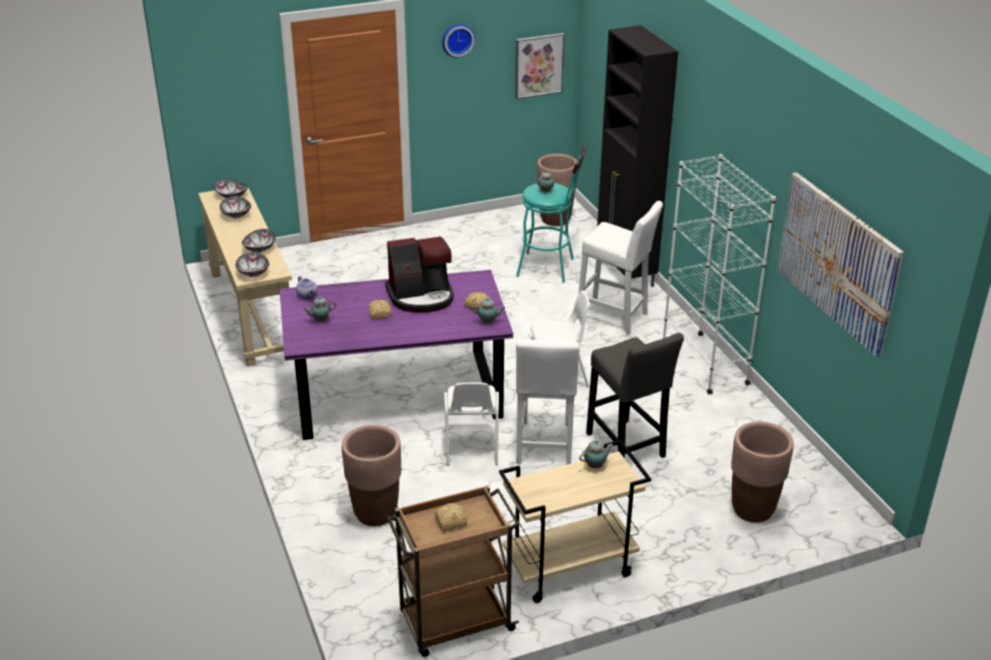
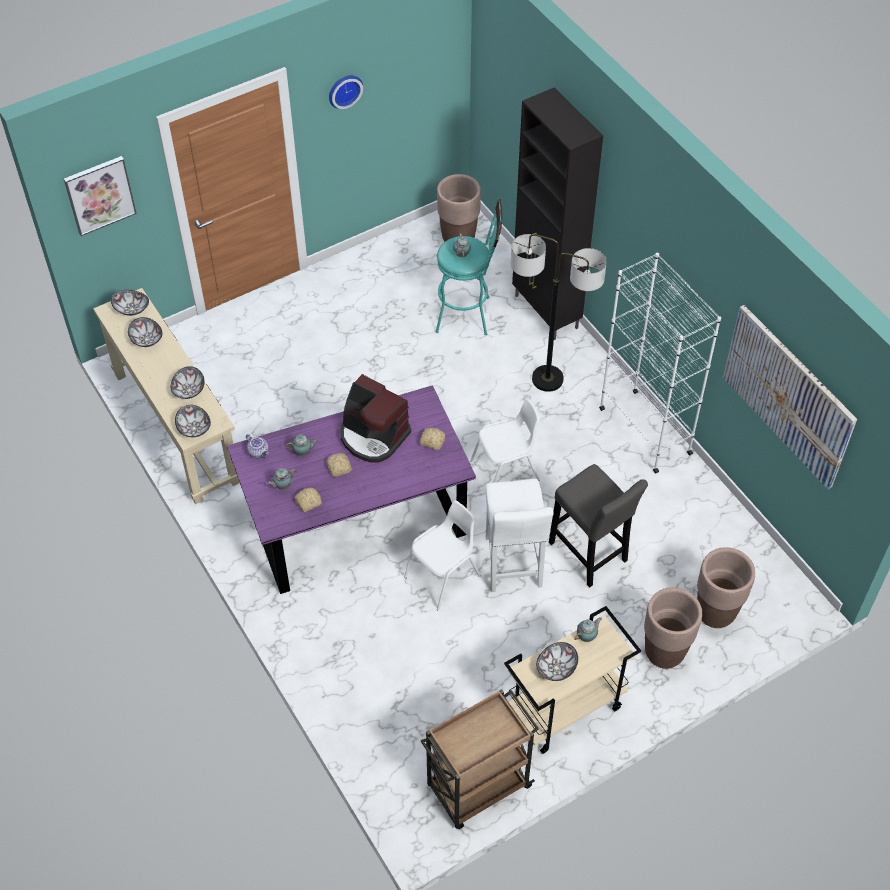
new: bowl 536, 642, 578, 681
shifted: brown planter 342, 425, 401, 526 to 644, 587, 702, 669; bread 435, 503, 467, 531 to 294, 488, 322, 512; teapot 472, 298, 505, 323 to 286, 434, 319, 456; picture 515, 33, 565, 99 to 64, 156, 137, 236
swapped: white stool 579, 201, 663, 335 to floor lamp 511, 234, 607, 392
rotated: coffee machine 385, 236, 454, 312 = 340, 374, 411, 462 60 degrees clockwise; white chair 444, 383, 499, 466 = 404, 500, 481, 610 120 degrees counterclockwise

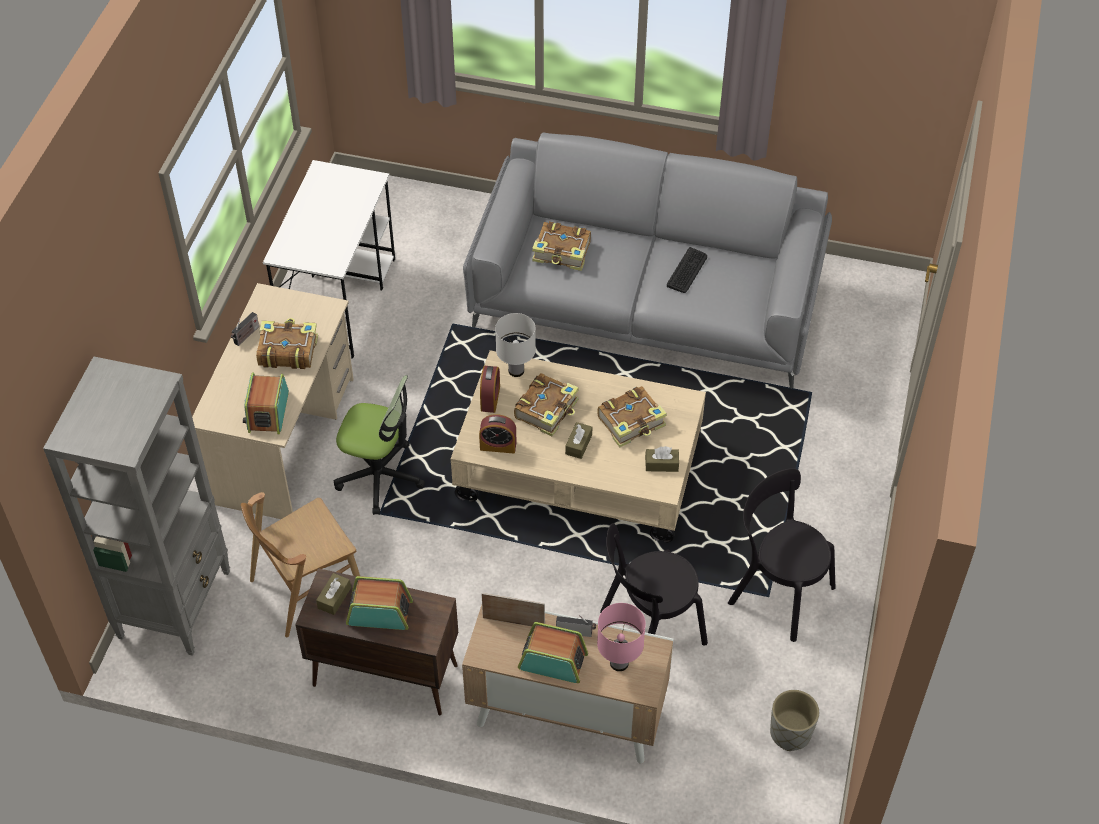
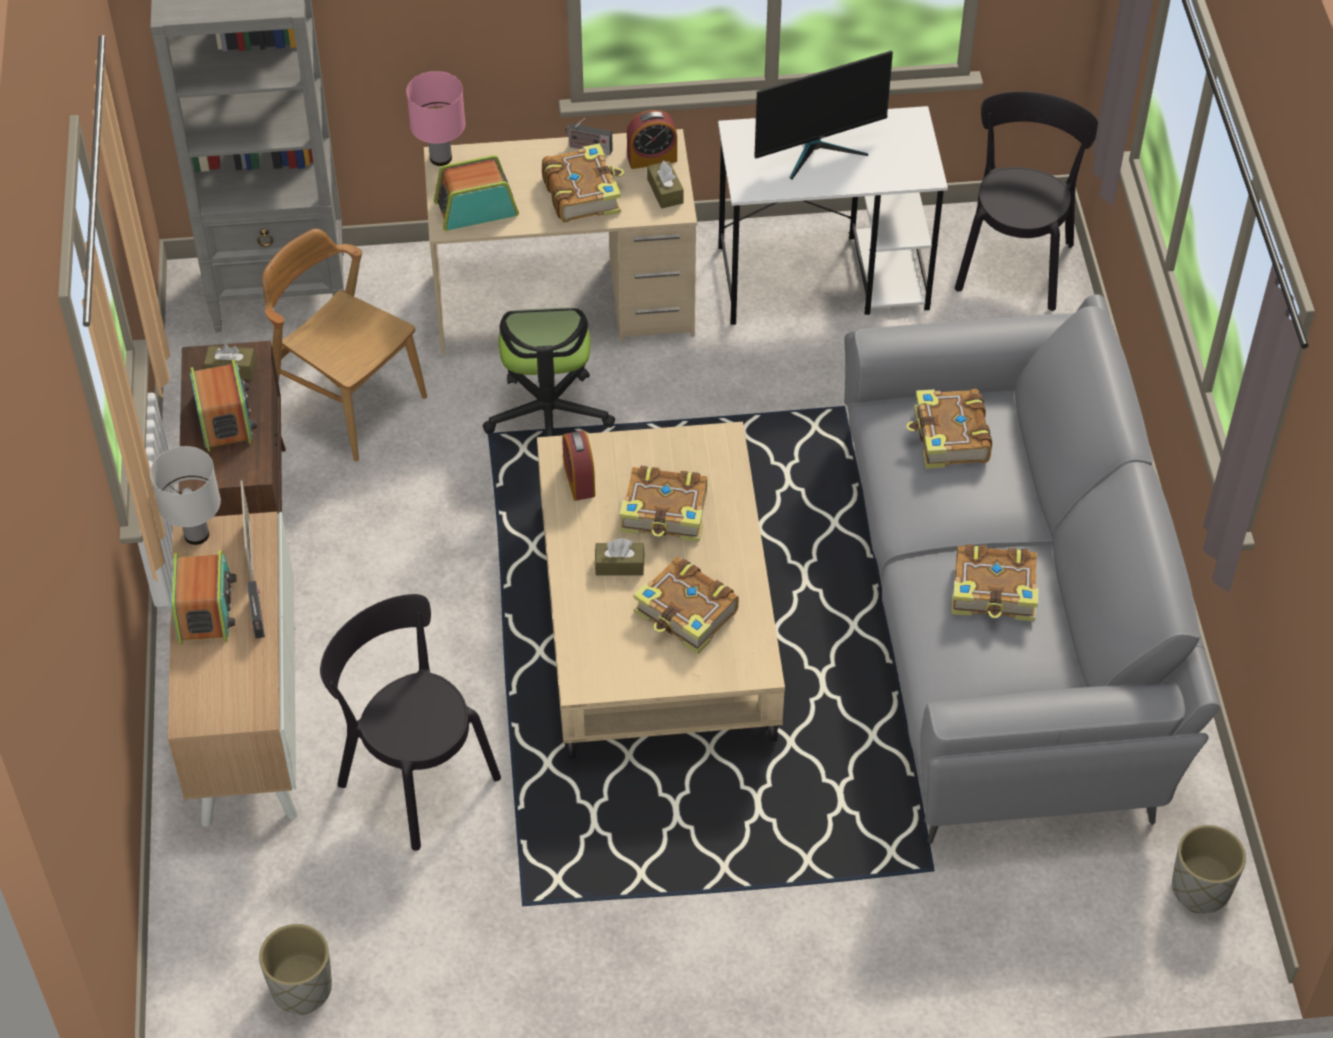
new: monitor 754, 51, 893, 180; grey planter 1172, 825, 1246, 913
shifted: alarm clock 480, 366, 500, 413 to 627, 110, 677, 169; white table lamp 495, 313, 536, 377 to 150, 446, 221, 545; pink table lamp 597, 603, 646, 671 to 406, 71, 465, 166; brown tissue box 645, 446, 679, 472 to 647, 160, 684, 209; black chair 728, 468, 835, 642 to 955, 91, 1099, 311
swapped: keyboard 667, 247, 707, 293 to book 951, 544, 1038, 621

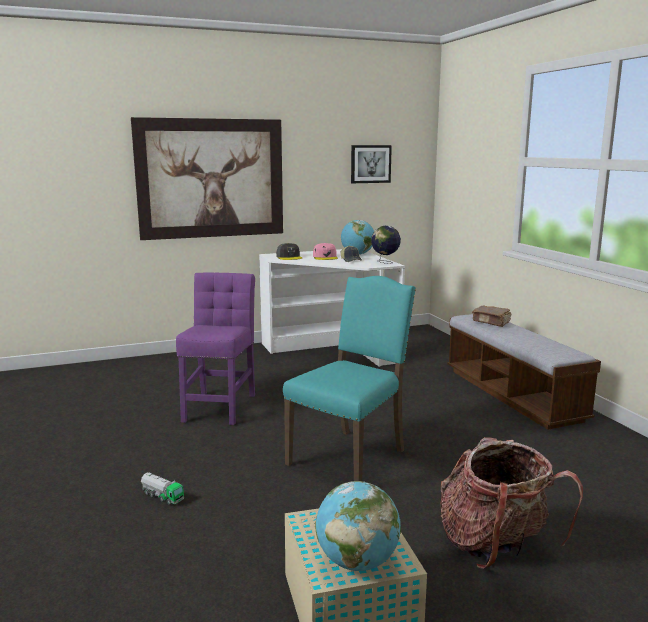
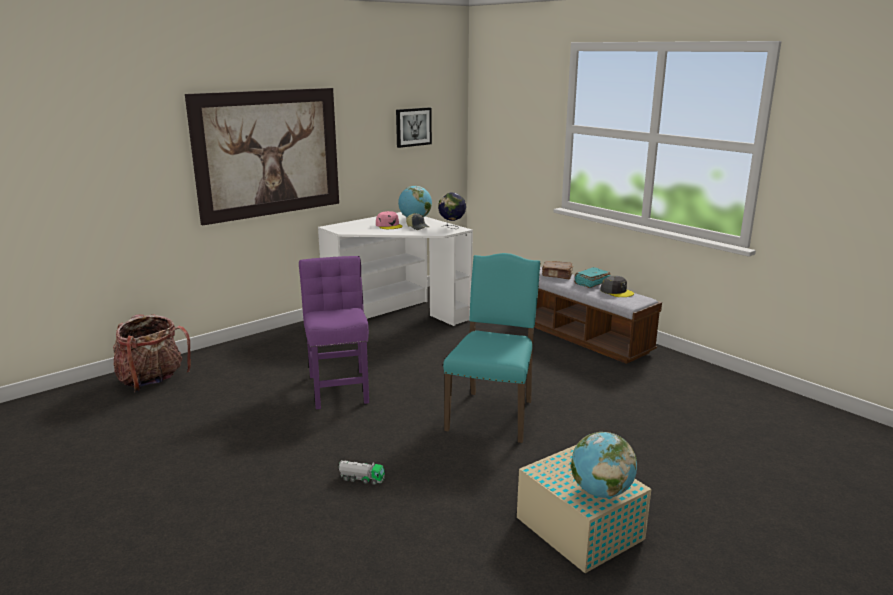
new: turquoise book 574, 267, 611, 288
shifted: grey cap 276, 243, 302, 260 to 600, 276, 634, 297; backpack 441, 437, 583, 569 to 113, 314, 191, 392

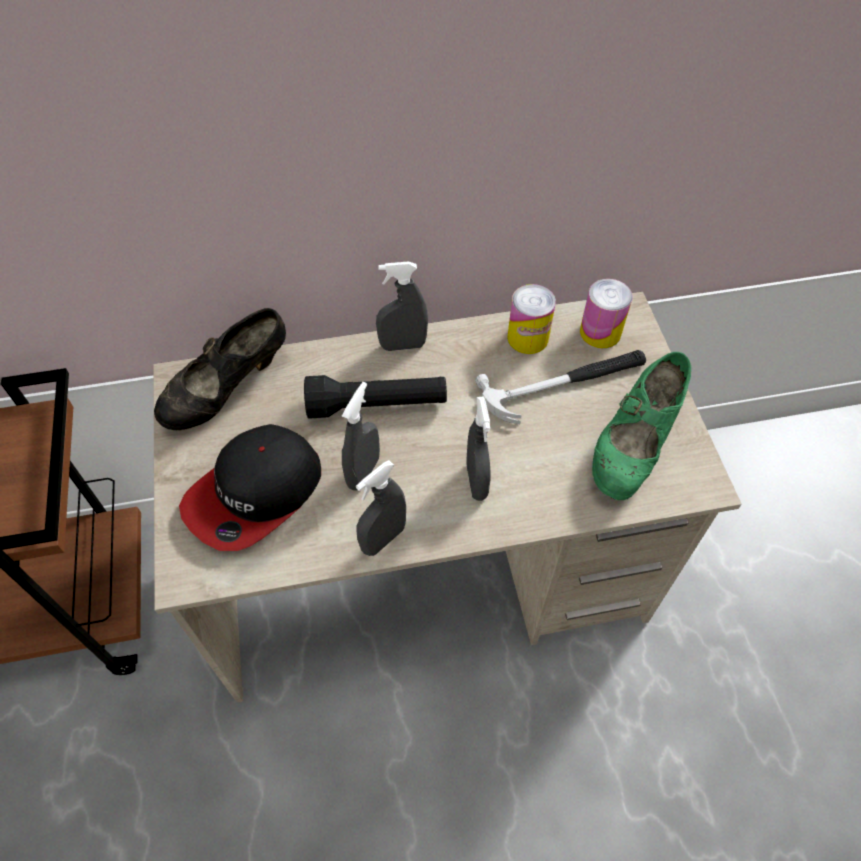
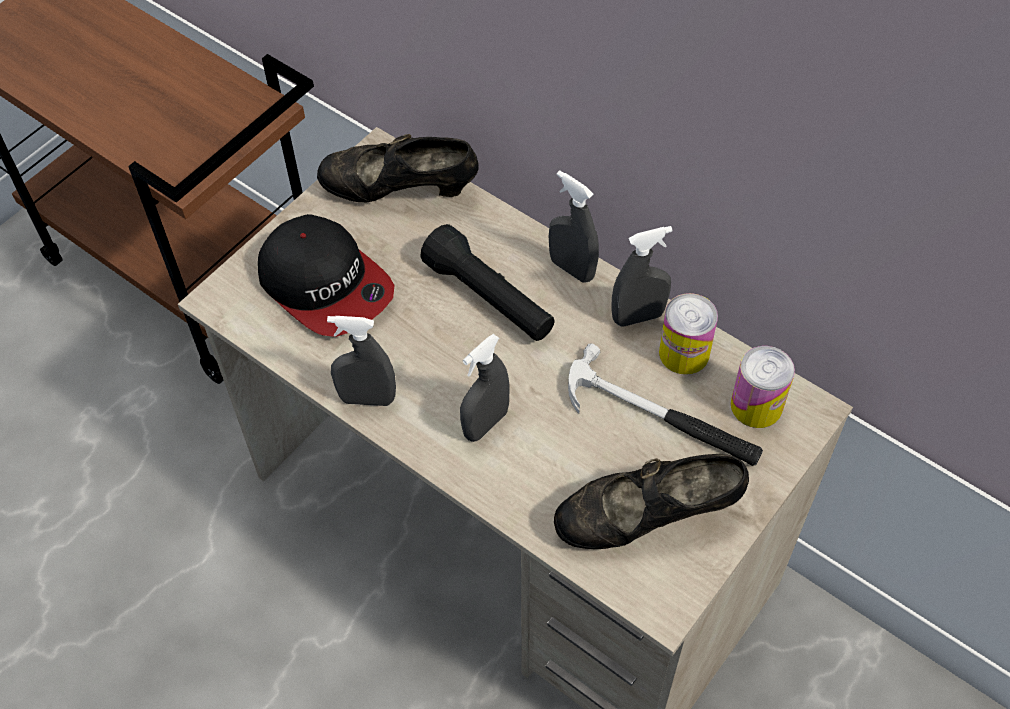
shifted: grey spray bottle 342, 382, 380, 491 to 612, 226, 673, 327
repainted: green shoe 592, 352, 691, 500 to black shoe 554, 454, 749, 549
rotated: cap 179, 424, 321, 551 = 258, 214, 395, 337 135 degrees counterclockwise

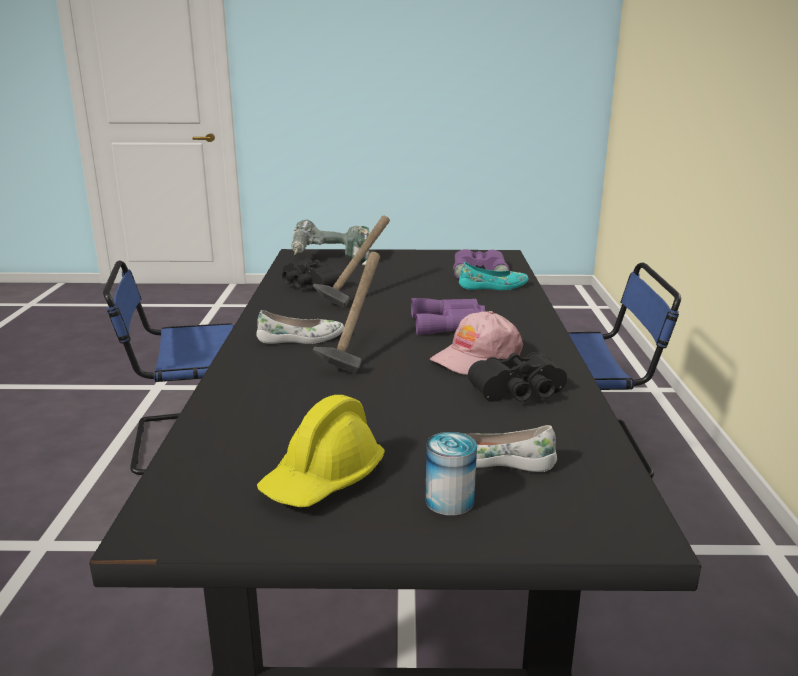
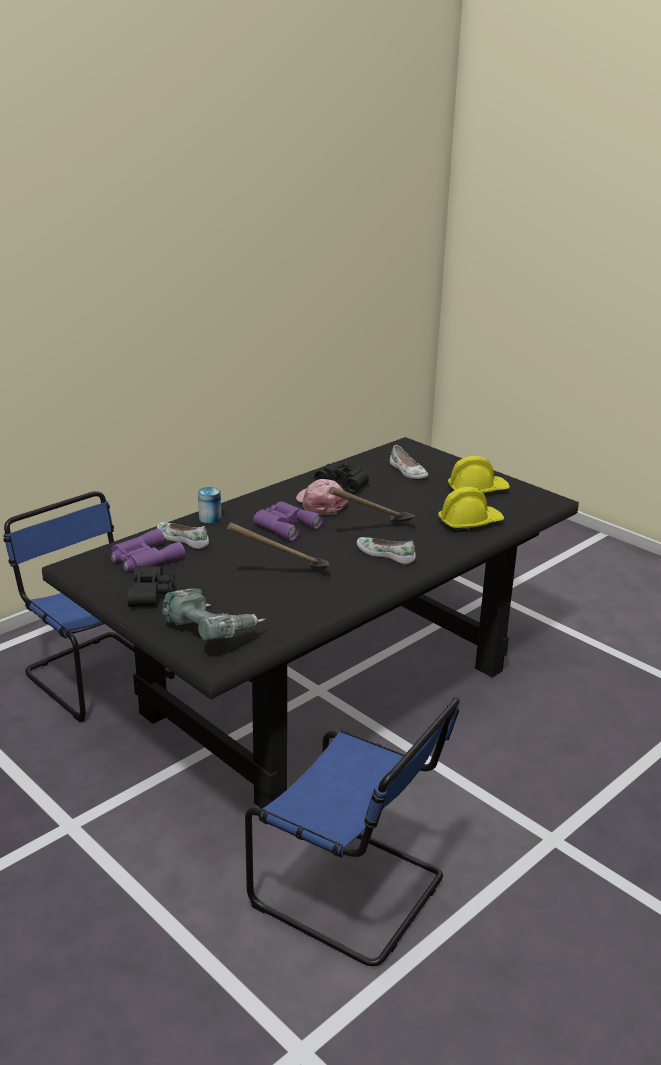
new: yellow hard hat 438, 487, 504, 532
shifted: black binoculars 282, 258, 342, 292 to 127, 566, 175, 607; can 425, 432, 477, 516 to 198, 487, 221, 524
repainted: turquoise shoe 459, 262, 528, 290 to white shoe 157, 522, 209, 549
rotated: pink cap 430, 311, 523, 375 = 296, 479, 348, 515 120 degrees counterclockwise

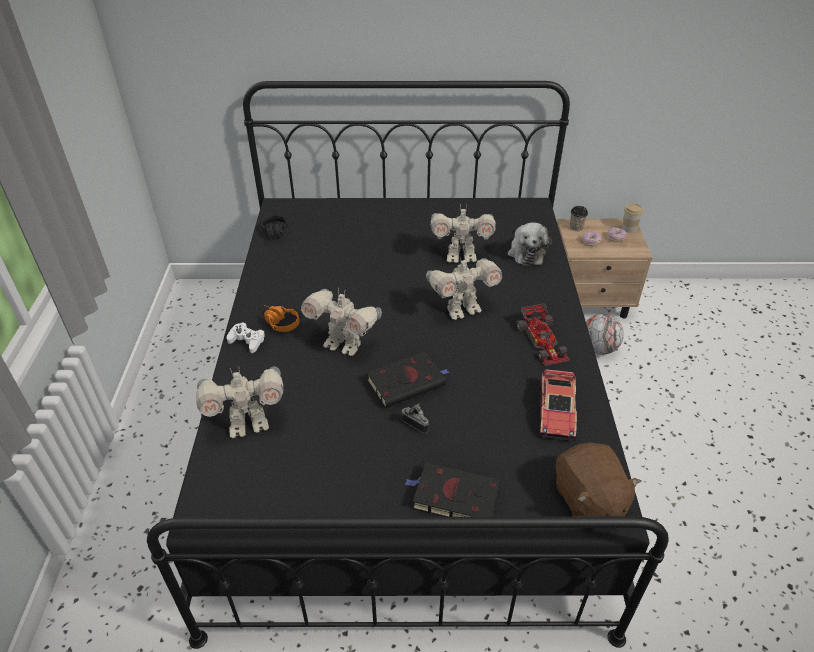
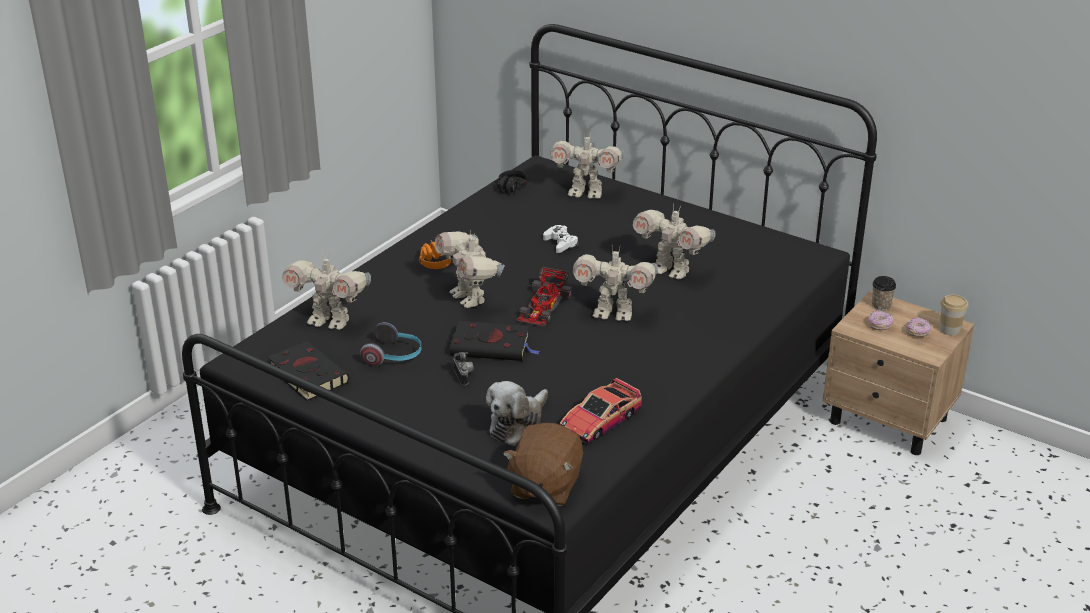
gone: football 586, 314, 624, 355
new: headphones 360, 322, 422, 366; toy robot 550, 134, 624, 199
shifted: white game controller 227, 322, 266, 353 to 543, 225, 578, 253; black book 405, 462, 500, 517 to 267, 341, 349, 401; plush toy 508, 222, 551, 266 to 486, 381, 548, 446; toy car 516, 303, 570, 366 to 516, 267, 572, 327

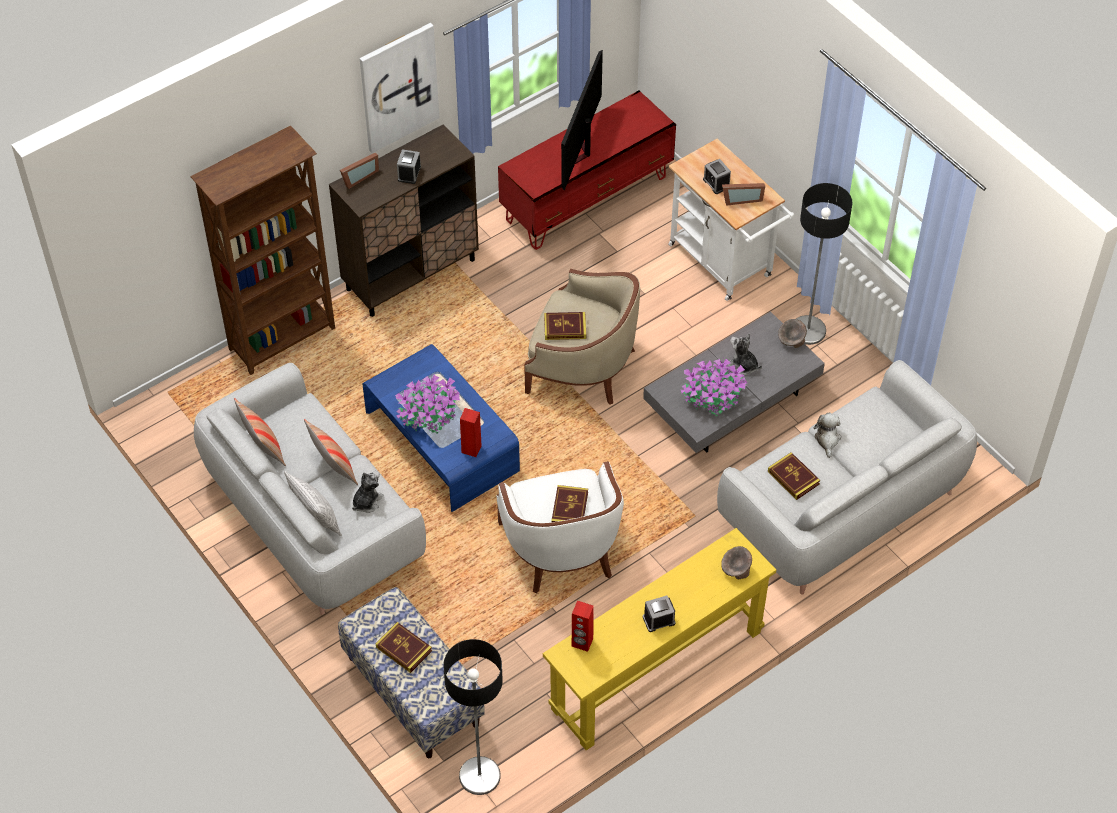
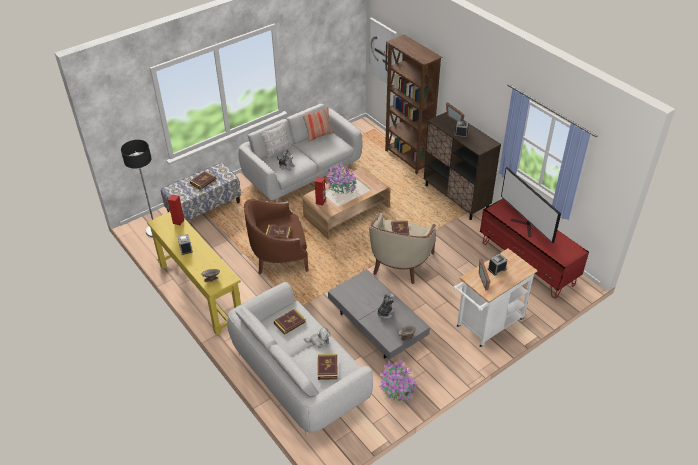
gone: pillow 304, 419, 358, 485; floor lamp 796, 183, 853, 345
new: book 318, 354, 338, 380
shifted: picture 360, 23, 440, 153 to 369, 17, 397, 85; potted plant 681, 359, 747, 416 to 380, 360, 418, 402
repainted: blue coffee table 363, 344, 520, 512 to brown coffee table 302, 167, 390, 240; white armchair 496, 461, 624, 593 to brown armchair 244, 199, 309, 275
rotated: television 561, 50, 603, 191 = 501, 166, 561, 243 135 degrees counterclockwise

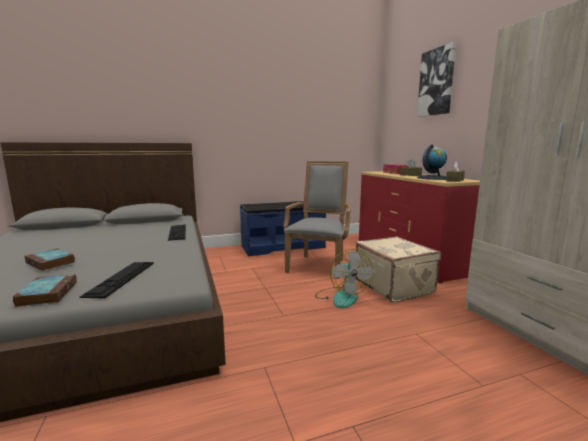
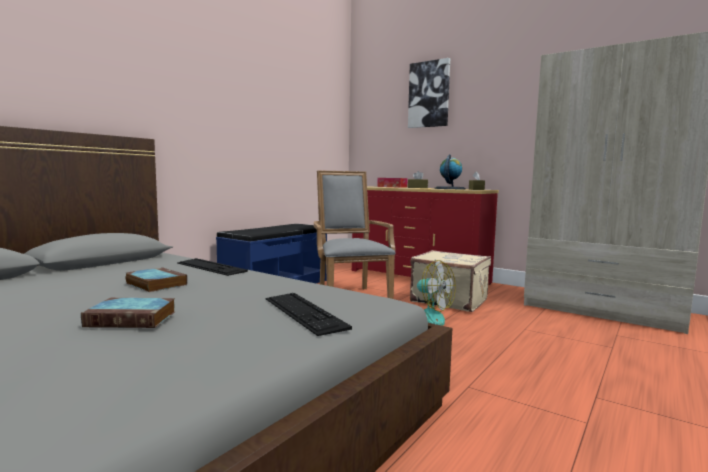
shifted: book 12, 274, 77, 307 to 125, 267, 187, 292

